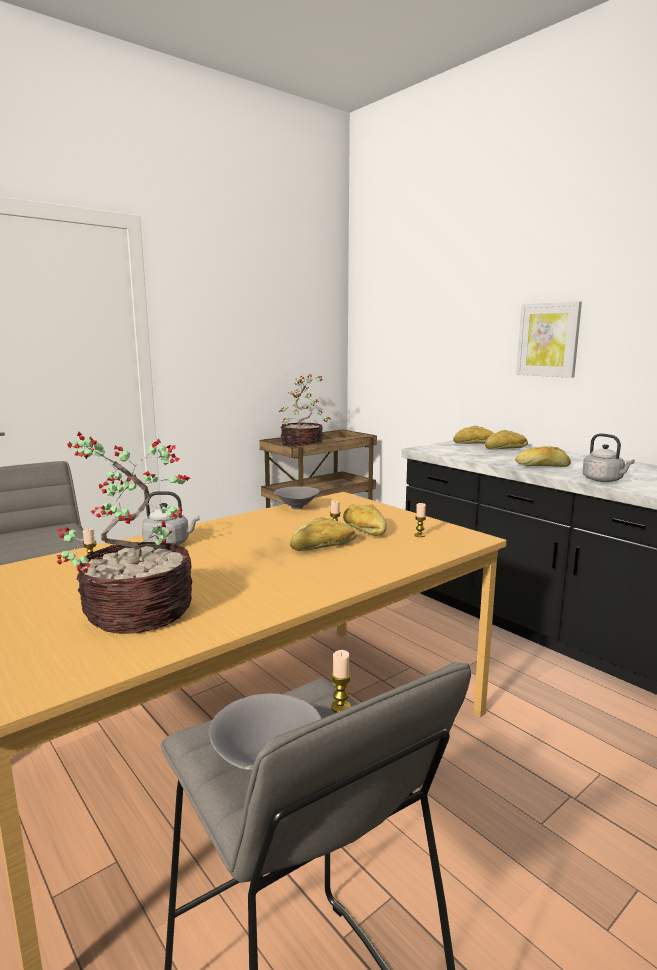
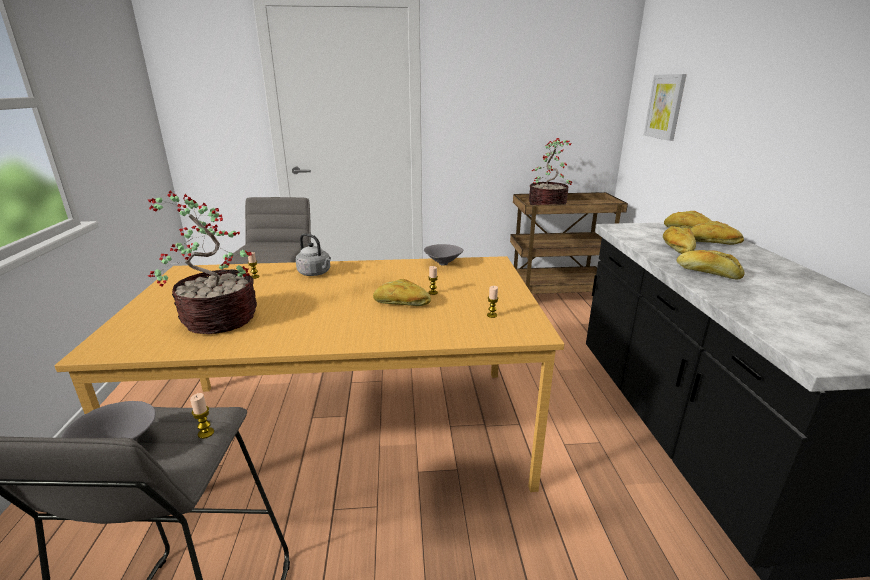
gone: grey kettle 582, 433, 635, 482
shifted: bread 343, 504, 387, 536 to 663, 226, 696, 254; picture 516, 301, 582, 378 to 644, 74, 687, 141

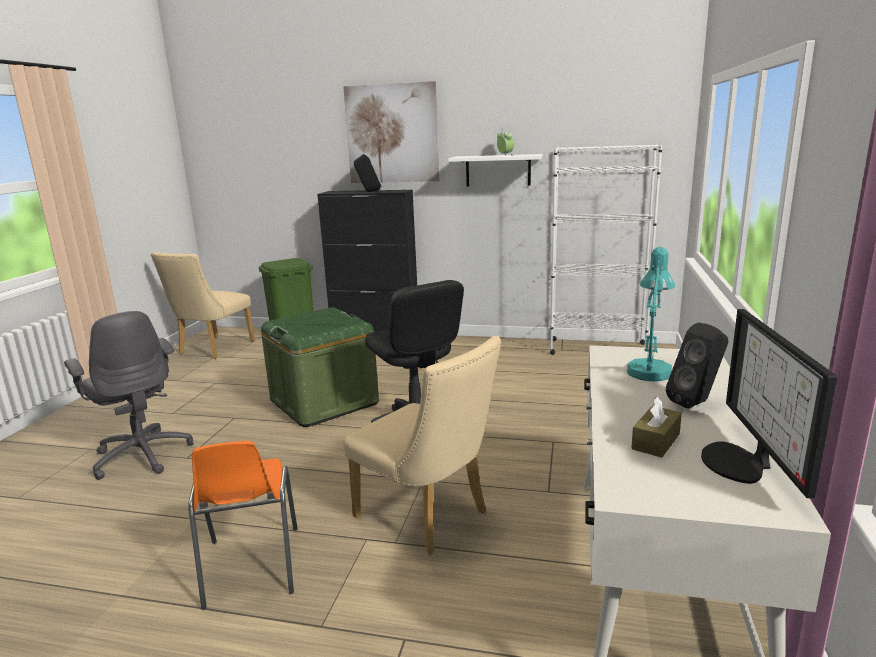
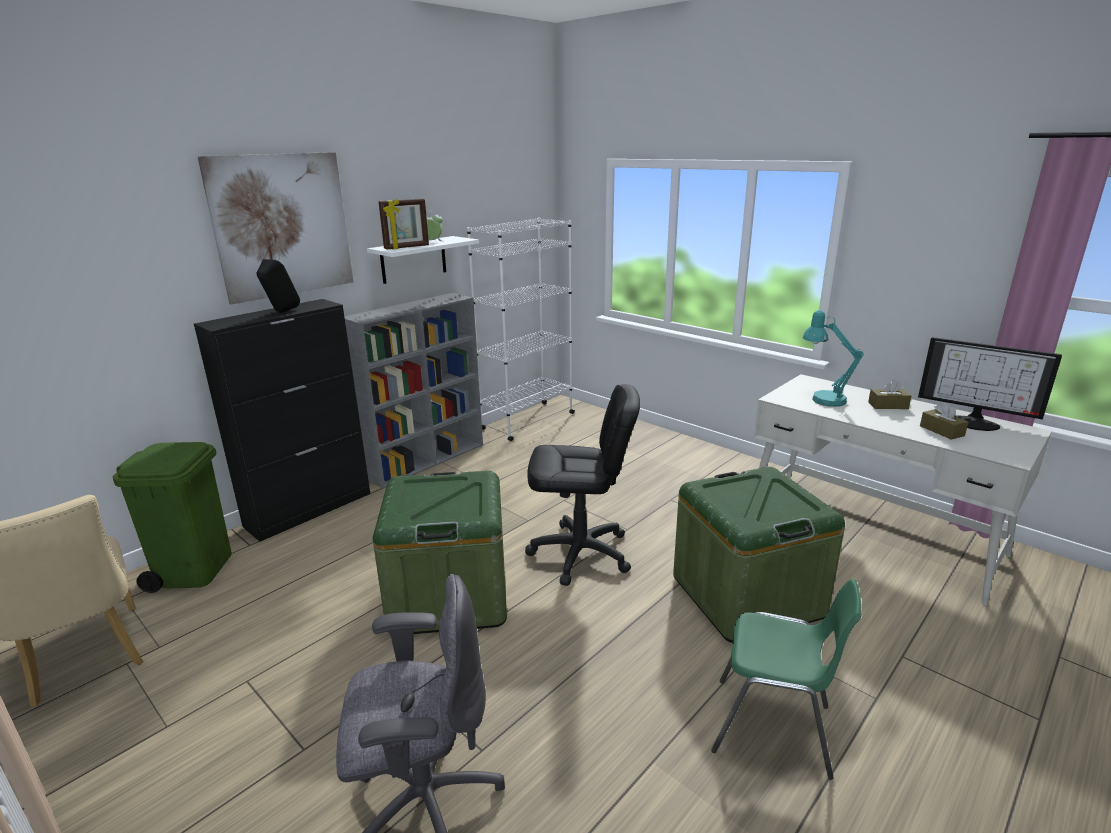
new: grey bookcase 344, 293, 483, 489; picture frame 379, 199, 429, 249
swapped: beige chair 343, 336, 501, 555 to green storage box 673, 467, 845, 643; black speaker 666, 322, 728, 409 to brown tissue box 868, 380, 911, 409
repainted: orange chair 188, 441, 298, 610 to green chair 711, 579, 862, 780

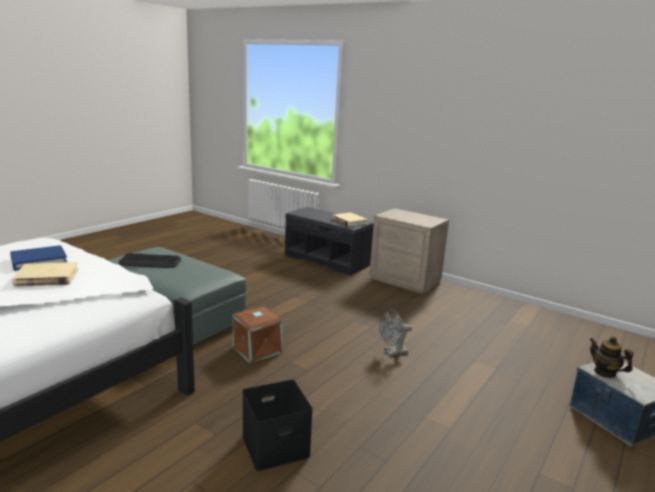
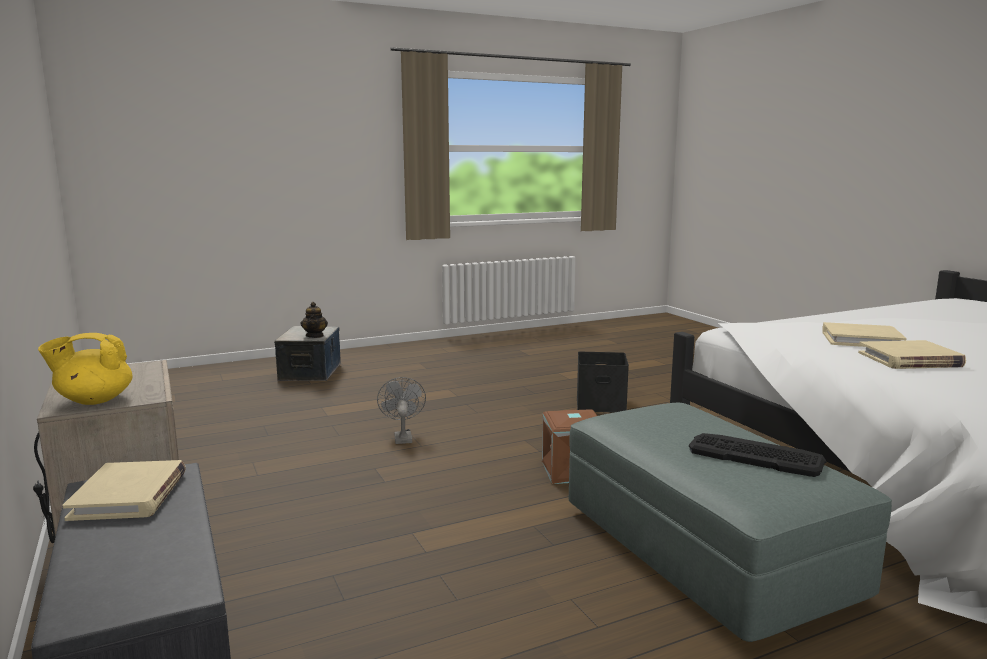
new: yellow teapot 38, 333, 132, 405
repainted: blue book 10, 246, 67, 271 to beige book 858, 340, 966, 369
rotated: grey fan 379, 309, 412, 356 = 377, 377, 426, 444 105 degrees counterclockwise

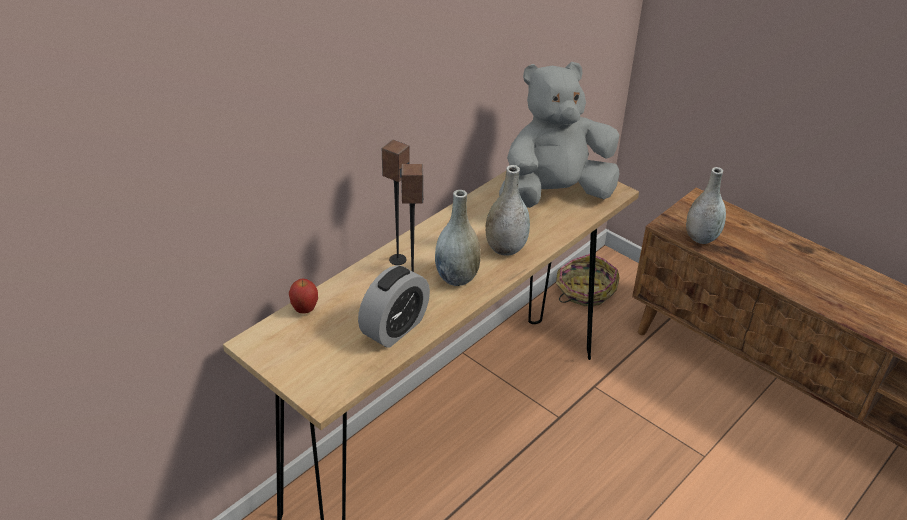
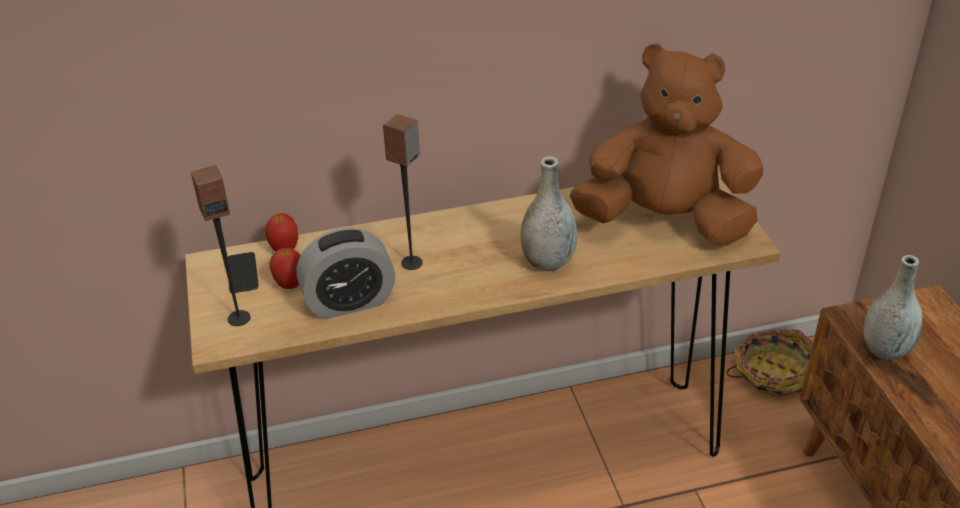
gone: grey vase 435, 190, 481, 286
new: phone 228, 252, 259, 293; apple 269, 248, 301, 289
shifted: speaker 382, 140, 410, 265 to 191, 165, 251, 326
repainted: grey plush toy 499, 62, 620, 208 to brown plush toy 570, 43, 764, 246

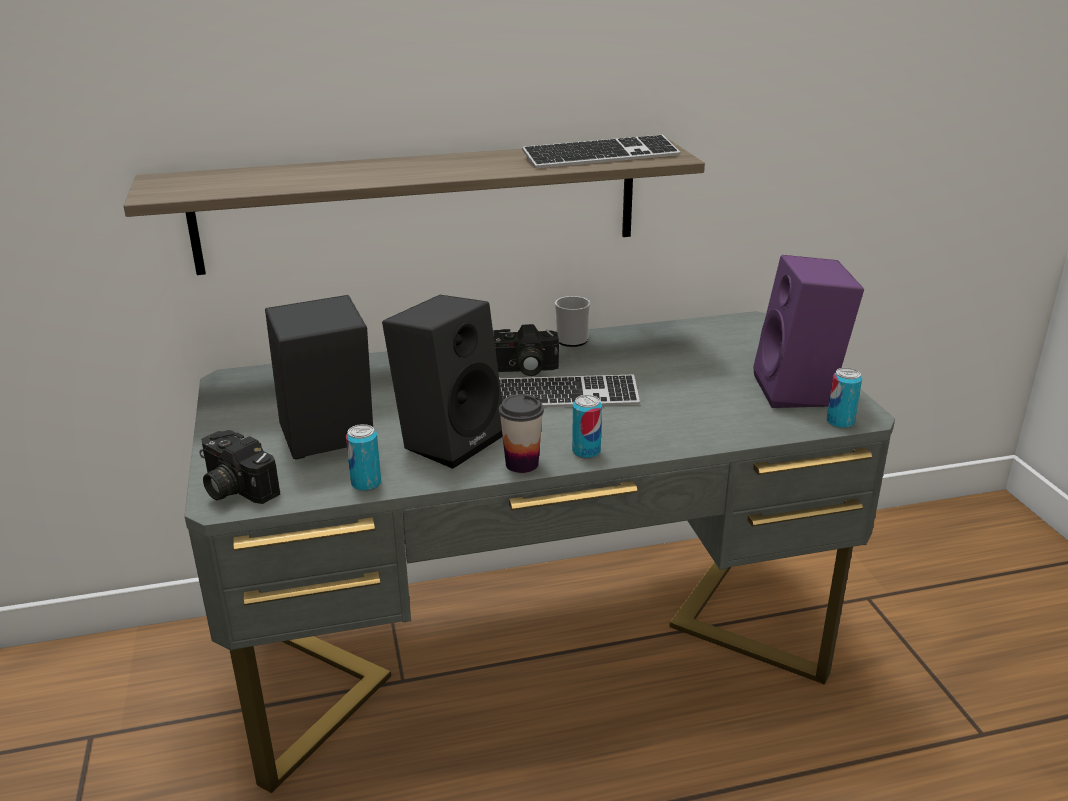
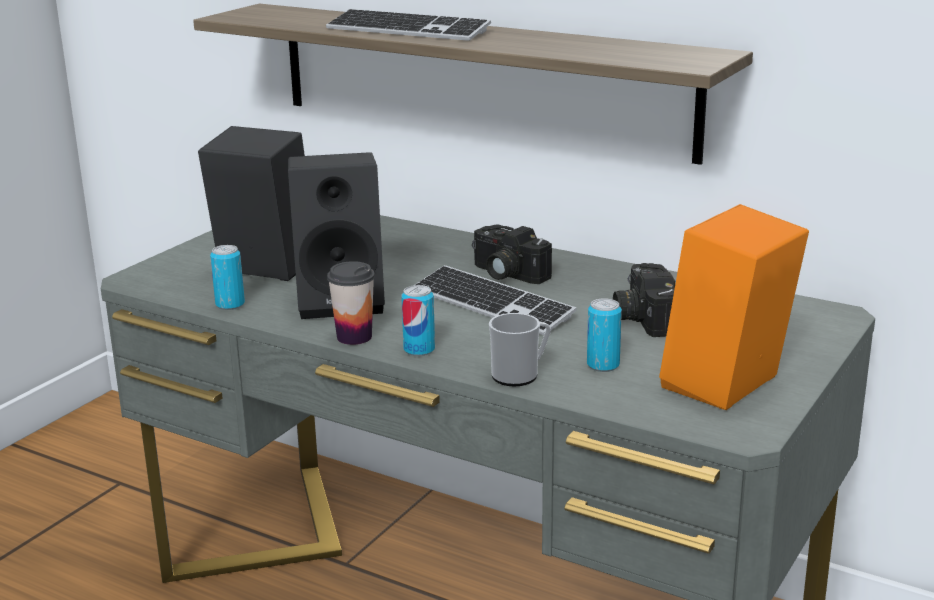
shifted: photo camera 200, 430, 280, 504 to 613, 263, 675, 337; keyboard 522, 135, 680, 168 to 326, 9, 491, 41; mug 555, 296, 590, 347 to 489, 313, 551, 386; can 827, 368, 862, 429 to 587, 298, 622, 372
repainted: purple speaker 753, 255, 864, 408 to orange speaker 659, 204, 809, 410

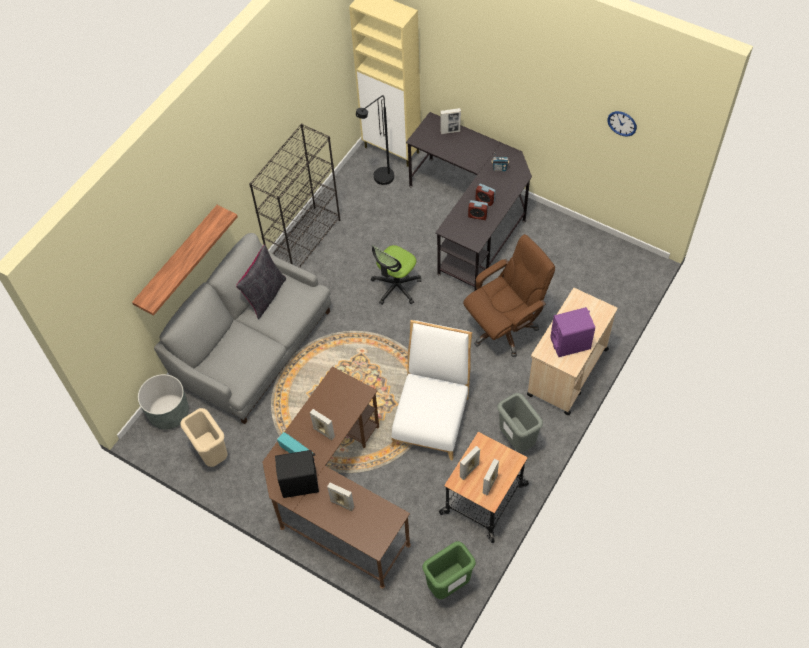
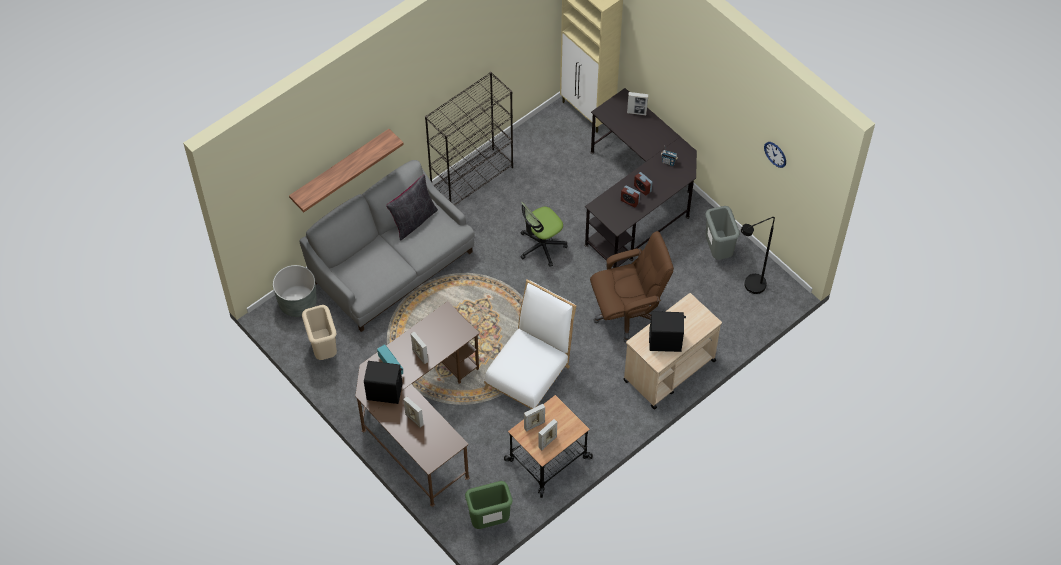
shifted: black floor lamp 356, 95, 394, 185 to 741, 217, 775, 294; grey trash can 497, 393, 543, 452 to 705, 206, 740, 260
repainted: purple speaker 550, 307, 595, 357 to black speaker 649, 311, 686, 352

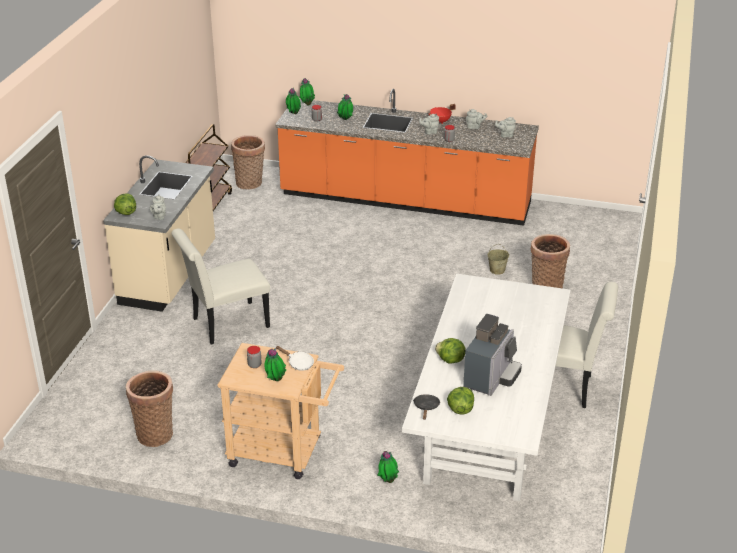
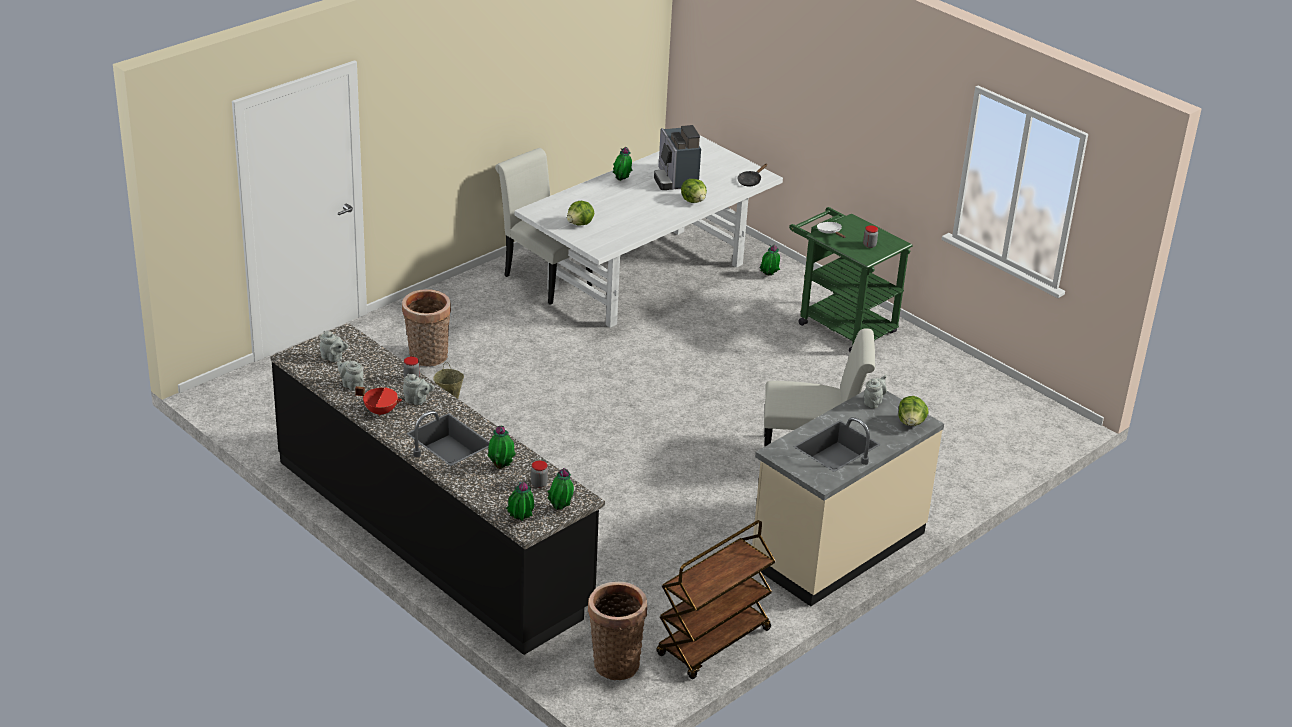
gone: basket 126, 370, 173, 447
shifted: potted plant 264, 348, 286, 381 to 613, 147, 632, 181; lettuce 447, 387, 474, 414 to 567, 201, 594, 226
repainted: beige cart 217, 343, 344, 479 to green cart 789, 207, 913, 352; orange counter 275, 89, 539, 226 to black counter 270, 323, 605, 655
rotated: coffee machine 463, 314, 522, 396 = 654, 125, 701, 190 75 degrees counterclockwise

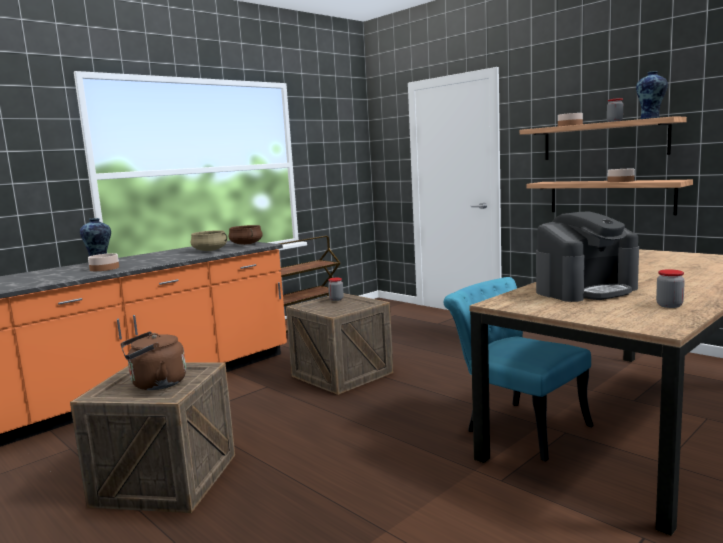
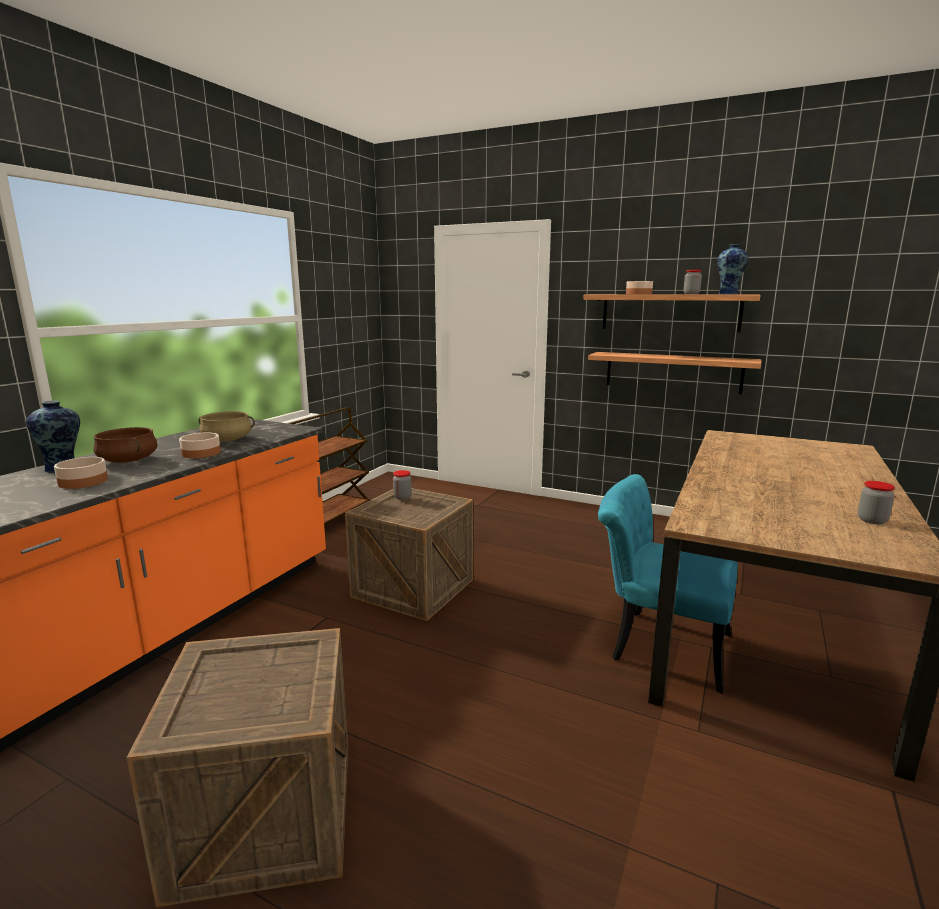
gone: brown kettle 120, 331, 186, 390; coffee machine 536, 211, 639, 302
shifted: brown cooking pot 229, 225, 263, 245 to 93, 427, 157, 463; bowl 608, 169, 635, 182 to 179, 433, 221, 458

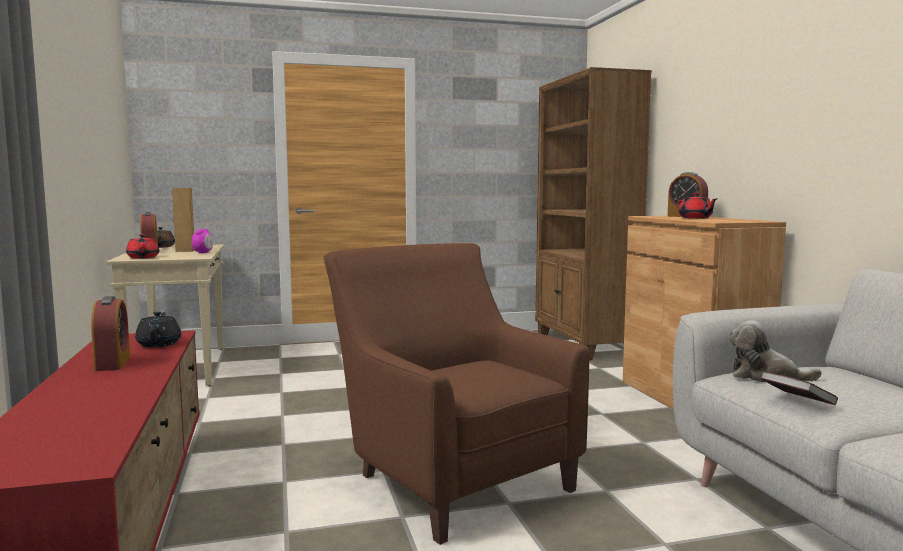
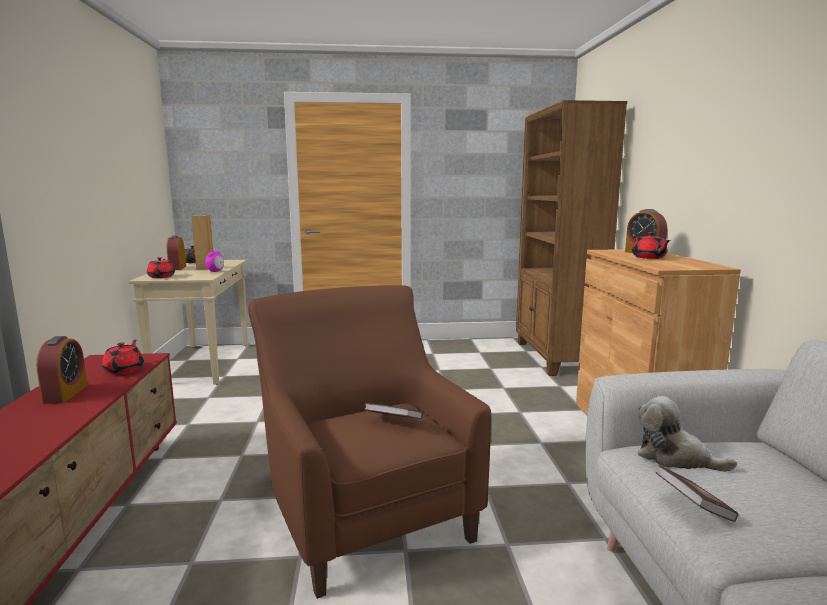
new: book 364, 403, 423, 419
repainted: black teapot 135, 312, 181, 347 to red teapot 102, 340, 144, 375

